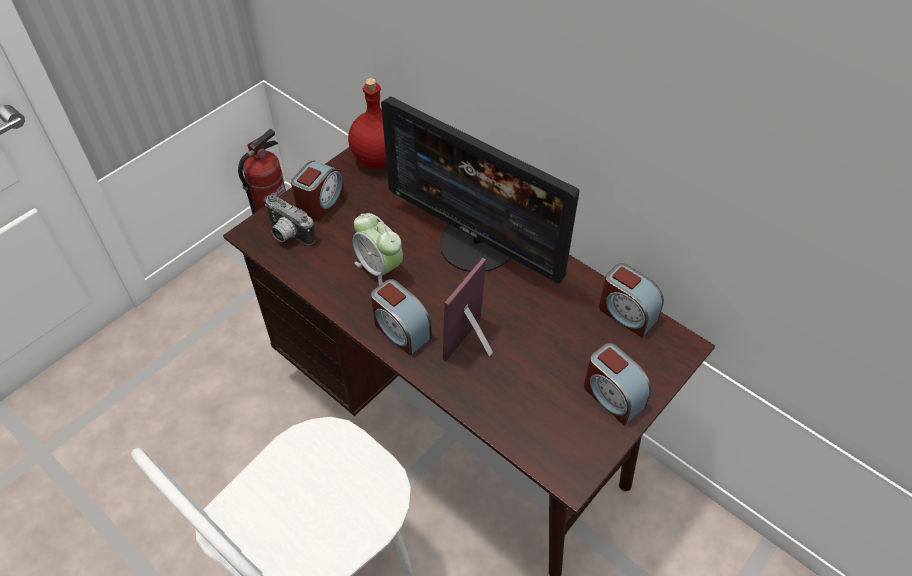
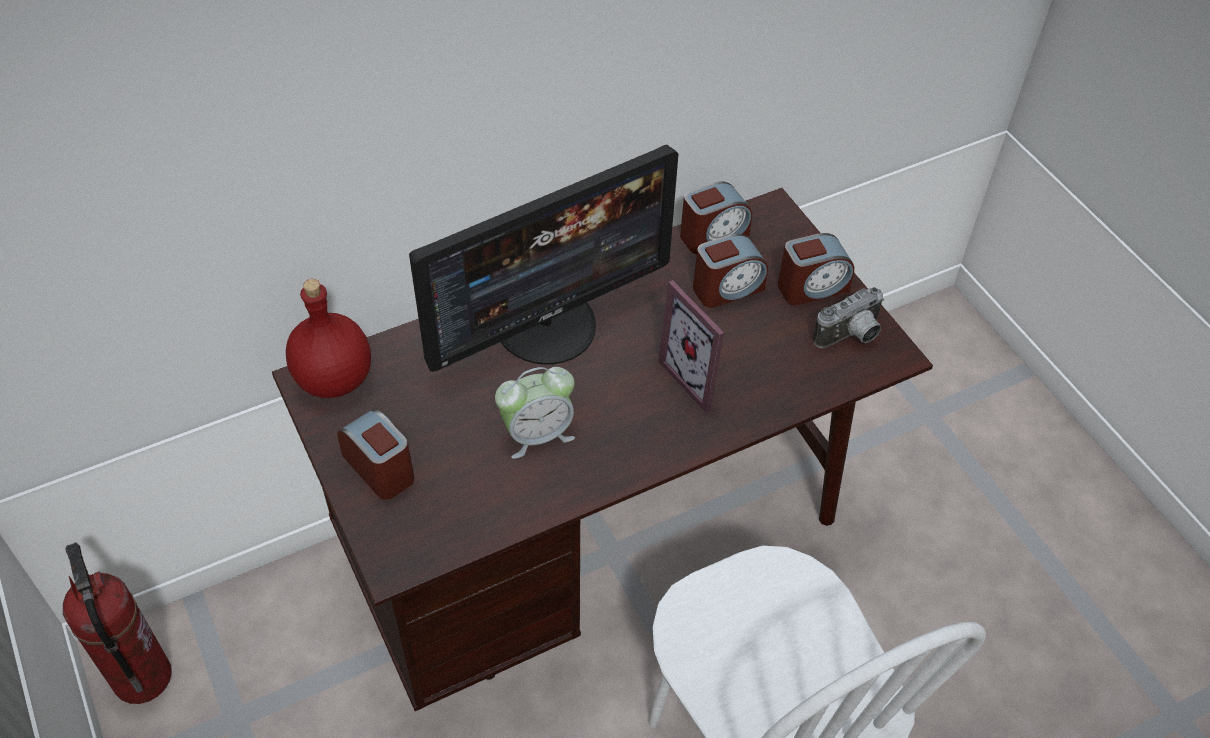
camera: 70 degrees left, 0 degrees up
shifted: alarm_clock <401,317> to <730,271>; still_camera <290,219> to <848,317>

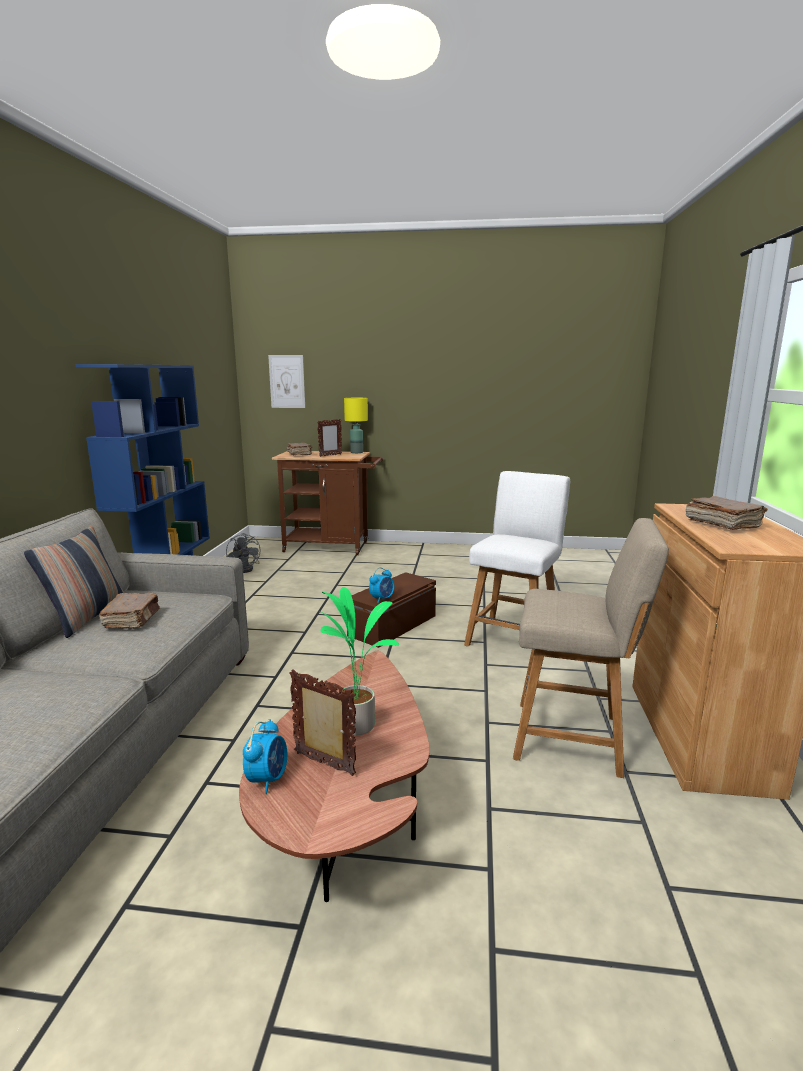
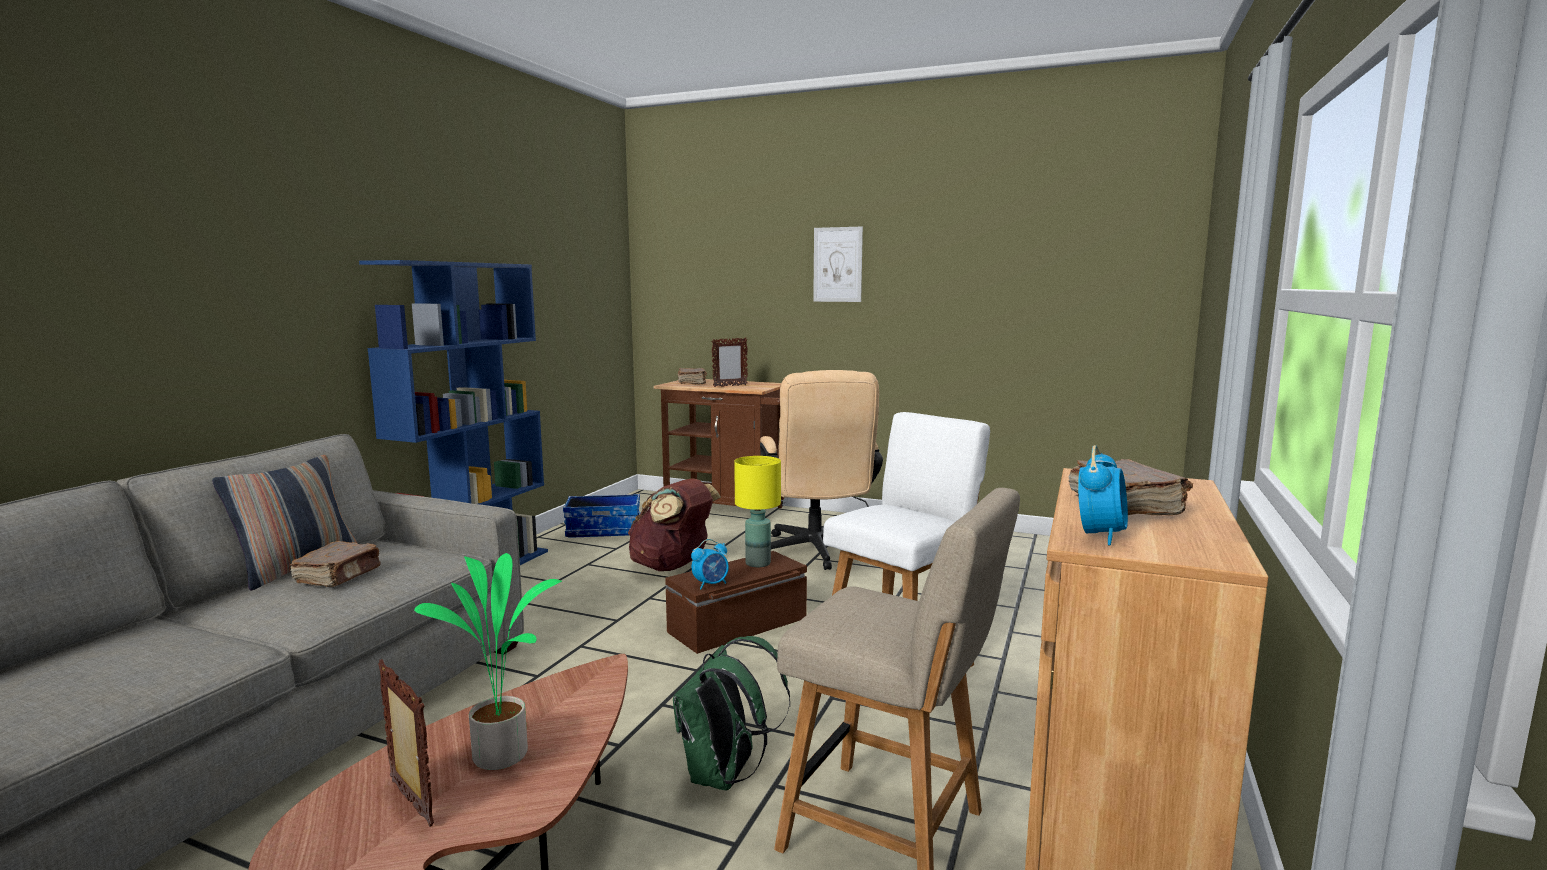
camera: 15 degrees right, 5 degrees down
new: brownish_knapsack <674,524>; green_knapsack <731,713>; sand-coloured_desk_chair <821,470>
shifted: yellow_tabletop_lamp <356,425> to <757,511>; wall_art <286,381> to <838,264>; alarm_clock <265,756> to <1103,495>
swapped: greyish_fan <243,553> to storage_container <602,516>

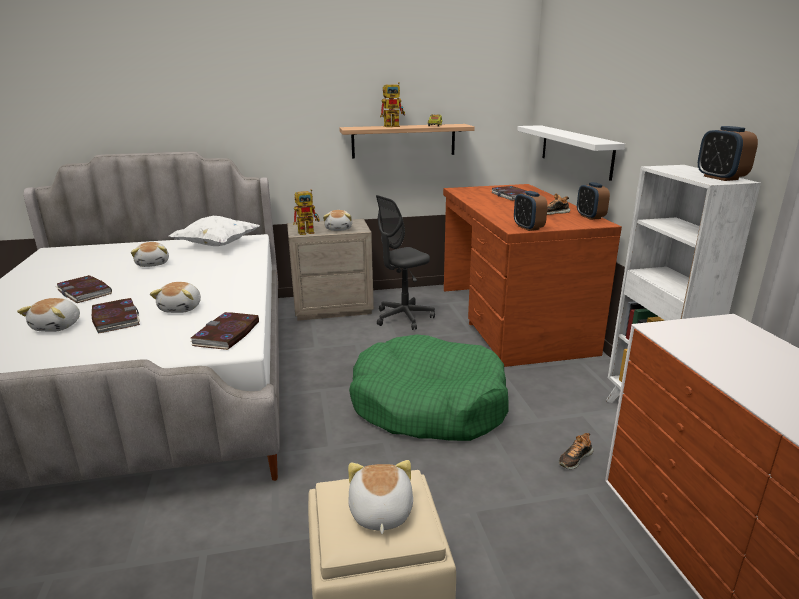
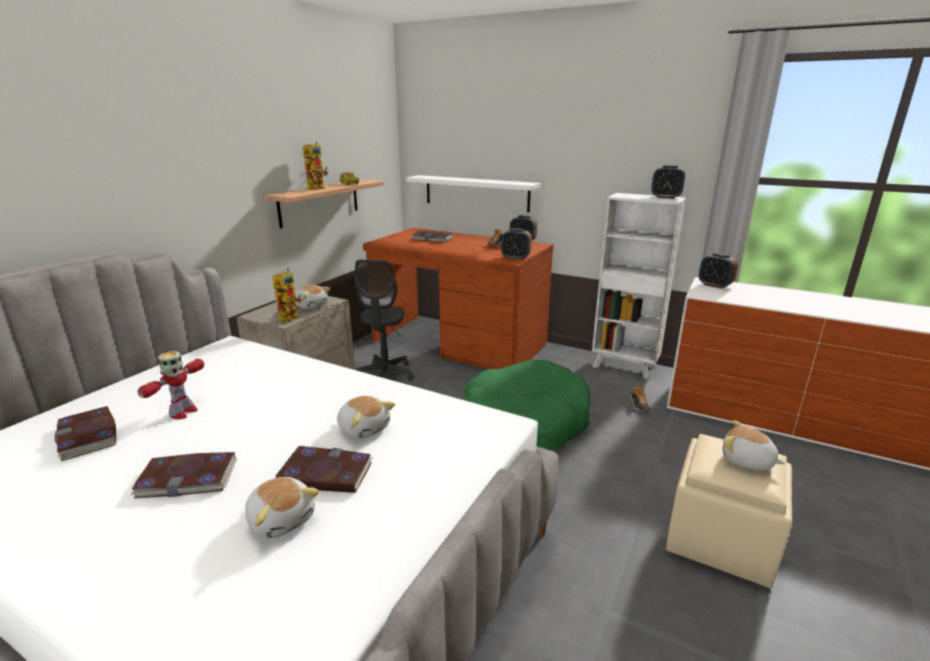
camera: 50 degrees left, 0 degrees up
gone: whitish_cushion <214,231>
new: alarm_clock <718,271>
shifted: bound_book <225,331> to <85,433>
swapped: soft_toy <150,254> to model_robot <171,385>

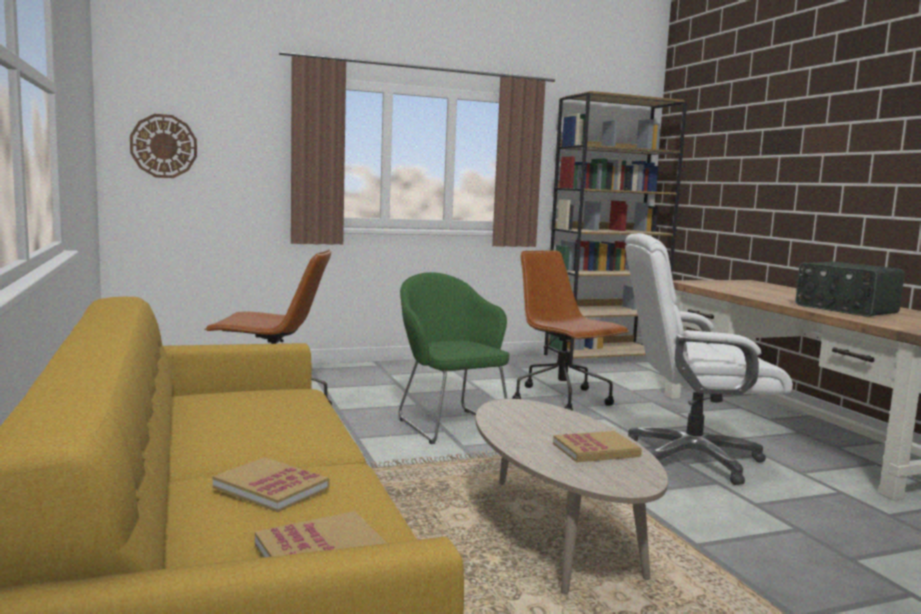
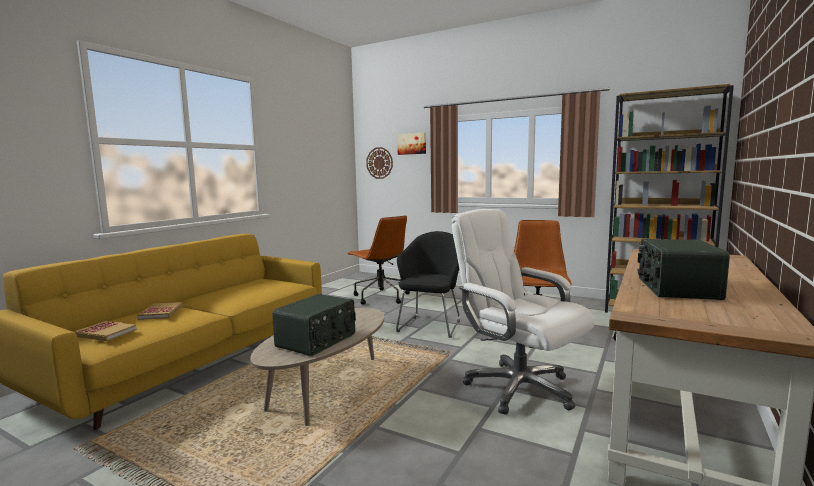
camera: 50 degrees right, 0 degrees up
new: wall_art <411,144>
swapped: bound_book <597,446> to radio_set <314,325>
repainted: green_armchair <454,358> to blackish_armchair <428,284>

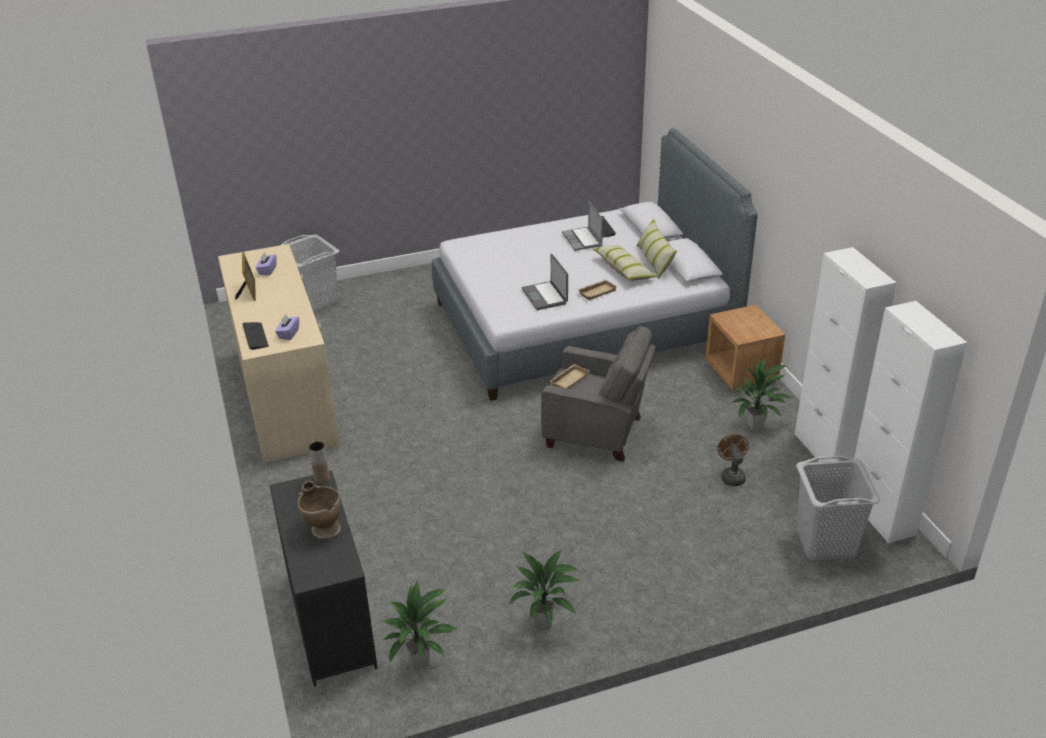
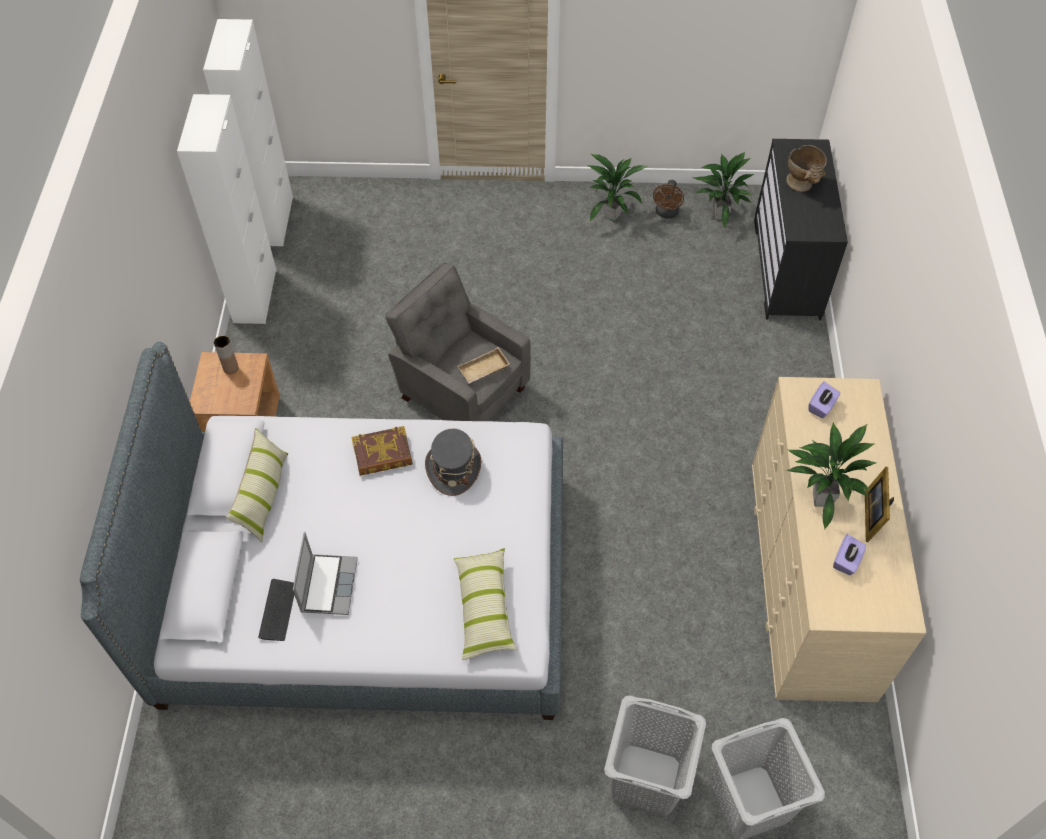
camera: 160 degrees left, 20 degrees up
gone: keyboard <255,336>
shifted: brownish_vase <319,462> to <226,355>; cushion <624,263> to <485,604>; greyish_hamper <838,508> to <655,755>; brownish_fan <733,460> to <668,199>; plant_in_a_pot <762,394> to <831,475>
swapped: sand-coloured_serving_tray <597,290> to bound_book <382,451>; portable_computer <545,282> to greyish_hat <453,462>

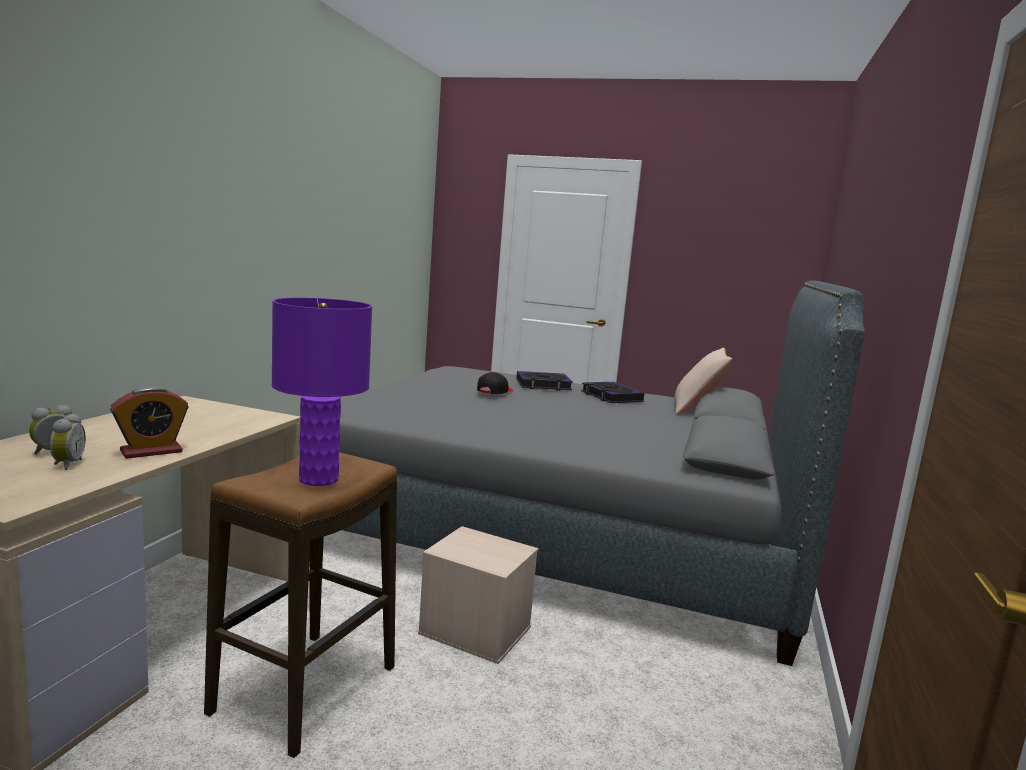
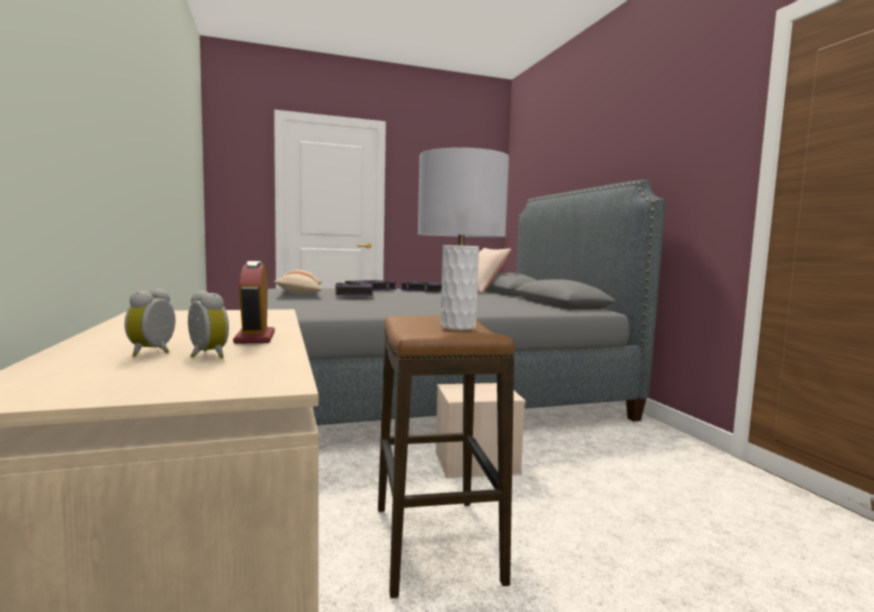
camera: 35 degrees left, 5 degrees down
new: sand-coloured_cushion <298,282>
swapped: blackish_cap <495,383> to bound_book <354,289>
repainted: purplish_tabletop_lamp <322,392> to greyish_tabletop_lamp <463,239>
rotated: alarm_clock <149,422> = <254,302> 150 degrees clockwise

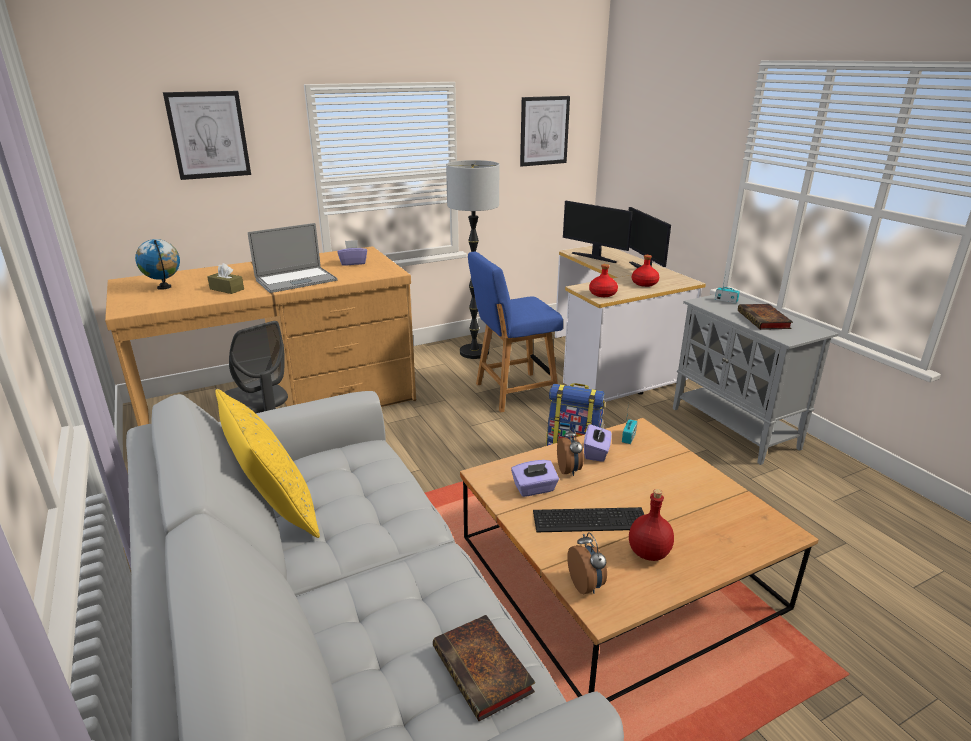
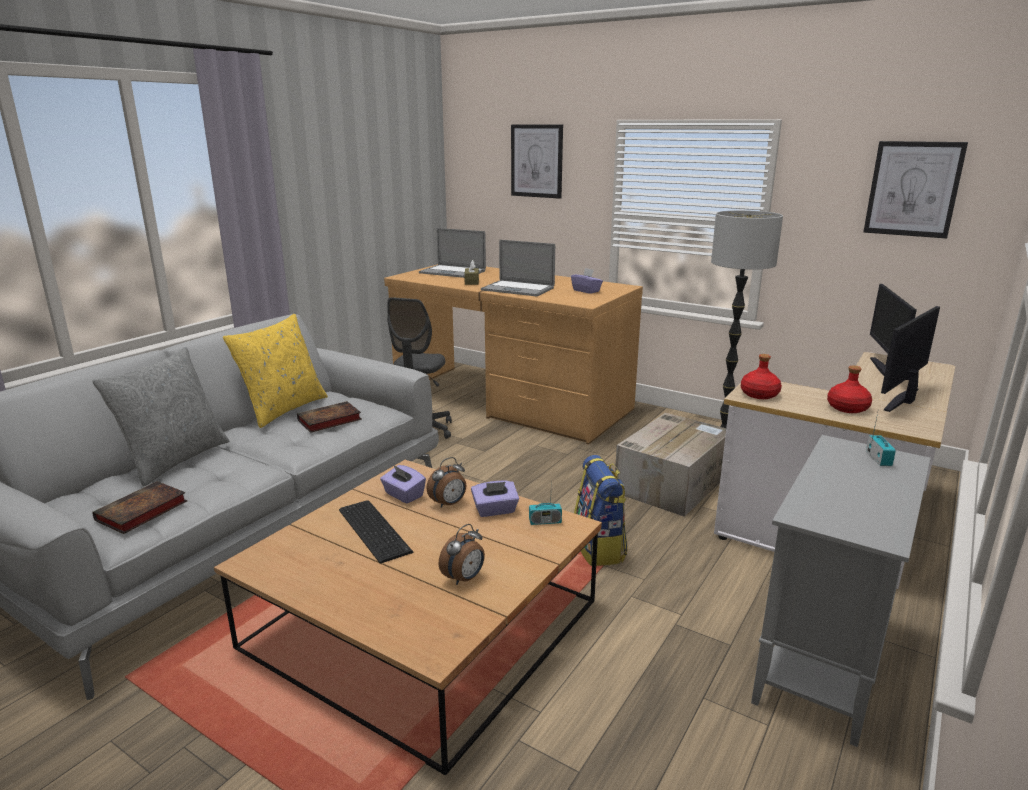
camera: 60 degrees right, 5 degrees down
gone: red_drink_bottle <651,525>
new: greyish_cushion <161,417>
shifted: bound_book <765,317> to <329,417>; alarm_clock <587,563> to <462,554>
swapped: globe <157,264> to portable_computer <452,253>; bluish_plain_chair <515,332> to packing_box <670,464>

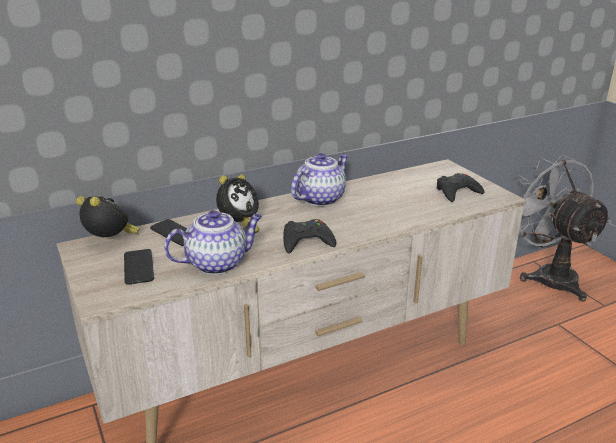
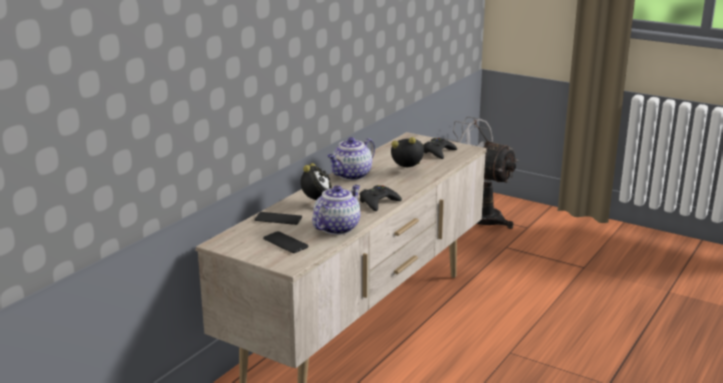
camera: 30 degrees left, 5 degrees down
shifted: alarm_clock <108,216> to <407,152>
rotated: teapot <320,179> = <351,158> 150 degrees counterclockwise

